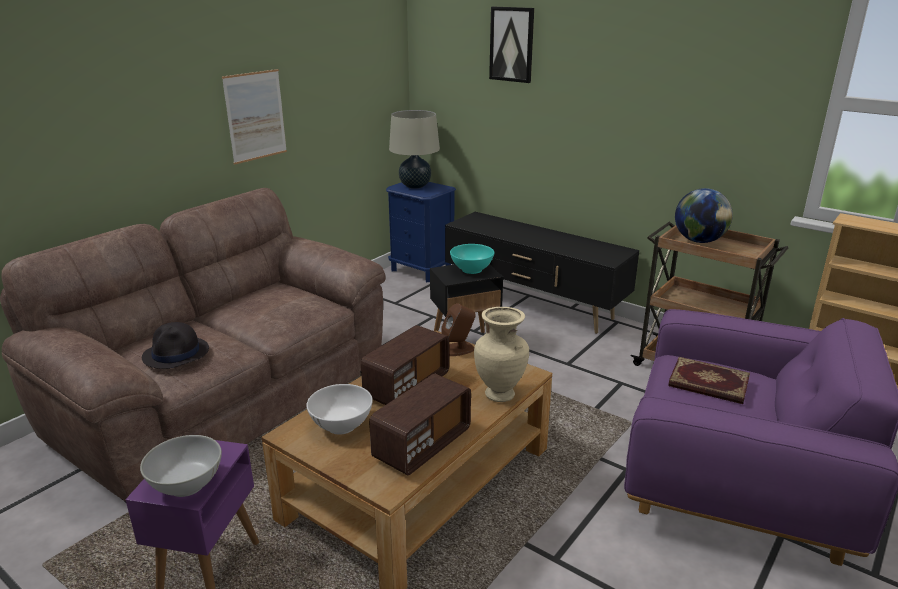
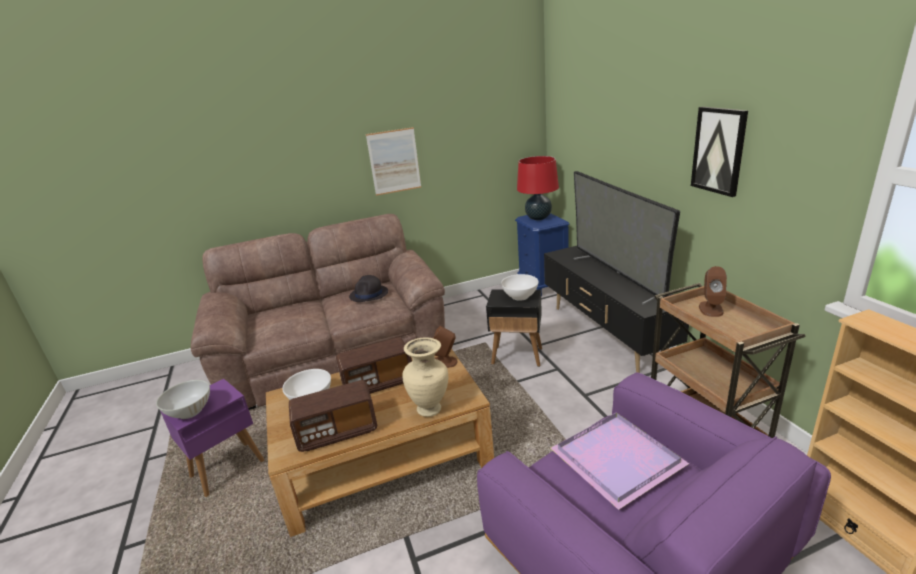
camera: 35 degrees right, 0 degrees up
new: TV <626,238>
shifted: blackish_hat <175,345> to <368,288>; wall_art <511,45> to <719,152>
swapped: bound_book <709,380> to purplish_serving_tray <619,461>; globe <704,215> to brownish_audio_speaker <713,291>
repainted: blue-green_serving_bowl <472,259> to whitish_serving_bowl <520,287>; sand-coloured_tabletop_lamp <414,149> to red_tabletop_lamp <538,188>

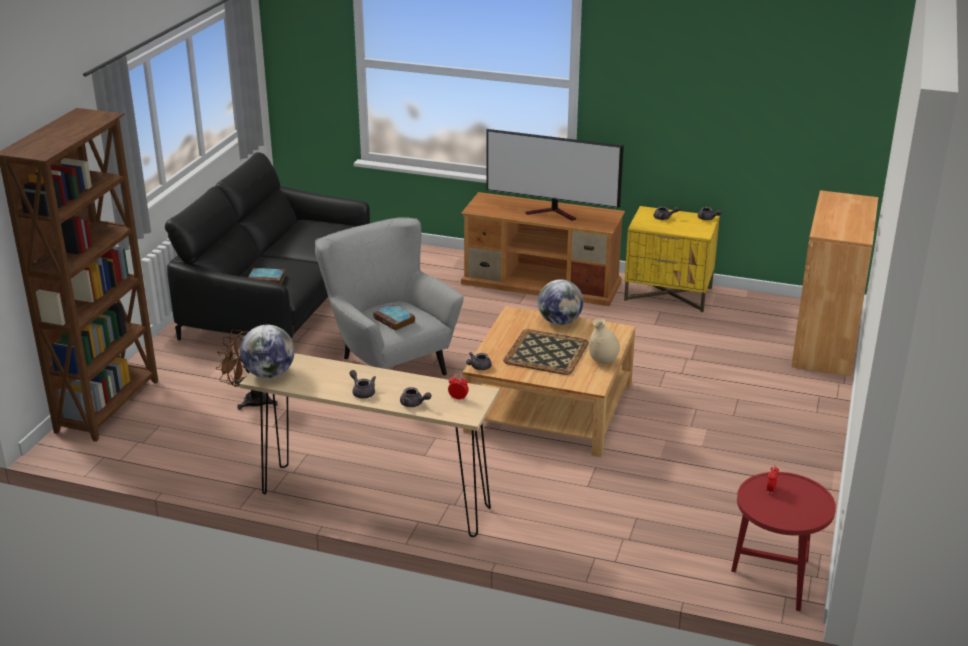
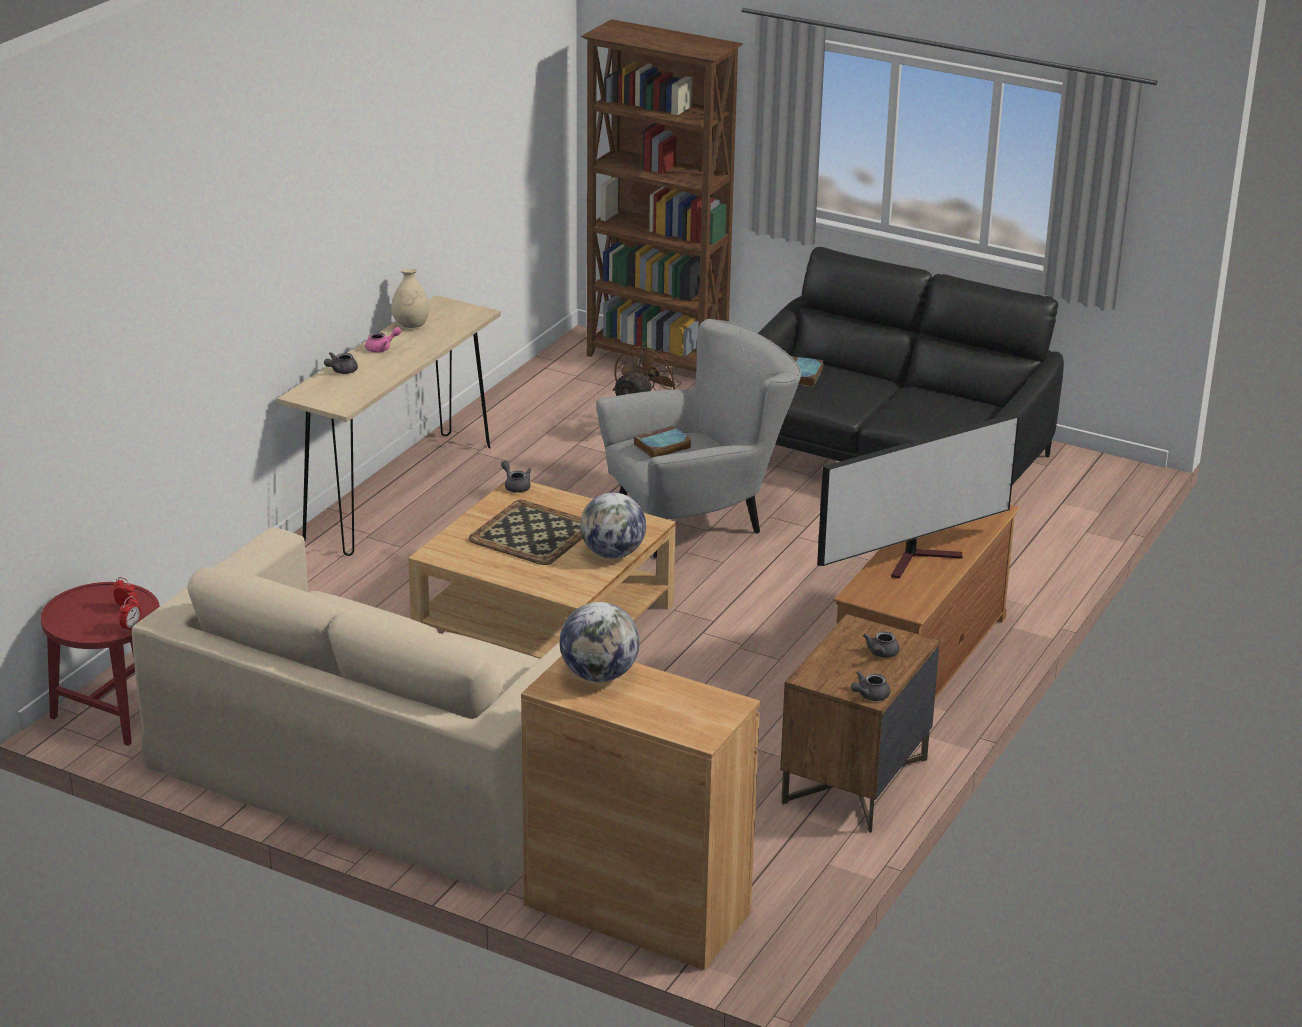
camera: 100 degrees right, 0 degrees up
new: sand-coloured_sofa <347,710>
shifted: alarm_clock <458,387> to <130,614>; sand-coloured_vase <604,341> to <410,298>; globe <267,351> to <600,642>
repainted: greyish_teapot <363,384> to pink-coloured_teapot <383,340>; yellow_bedside_table <672,259> to brownish_bedside_table <860,723>
rotated: TV <555,175> = <918,495> 150 degrees counterclockwise

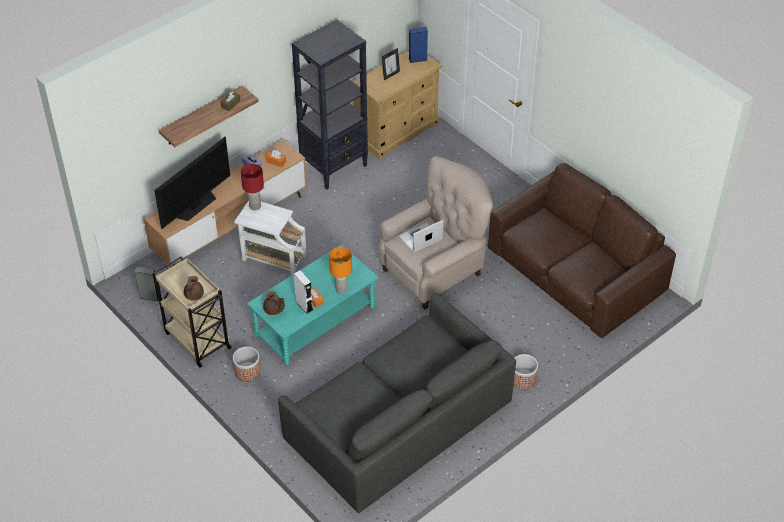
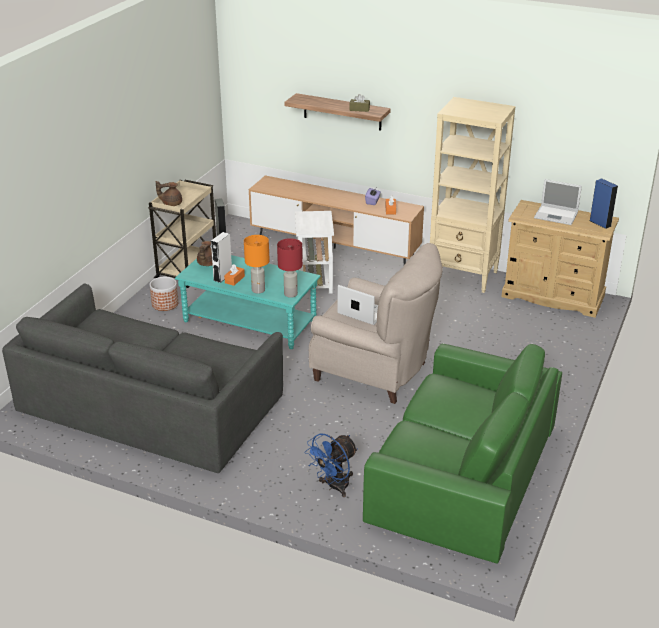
camera: 65 degrees right, 15 degrees down
gone: TV <192,183>; planter <525,372>
new: bluish_fan <331,465>
shifted: red_tabletop_lamp <252,187> to <290,268>
swapped: photo_frame <391,64> to portable_computer <558,202>
repainted: brownish_sofa <582,250> to green_sofa <462,454>; blackish_shelving_unit <330,105> to sand-coloured_shelving_unit <473,195>

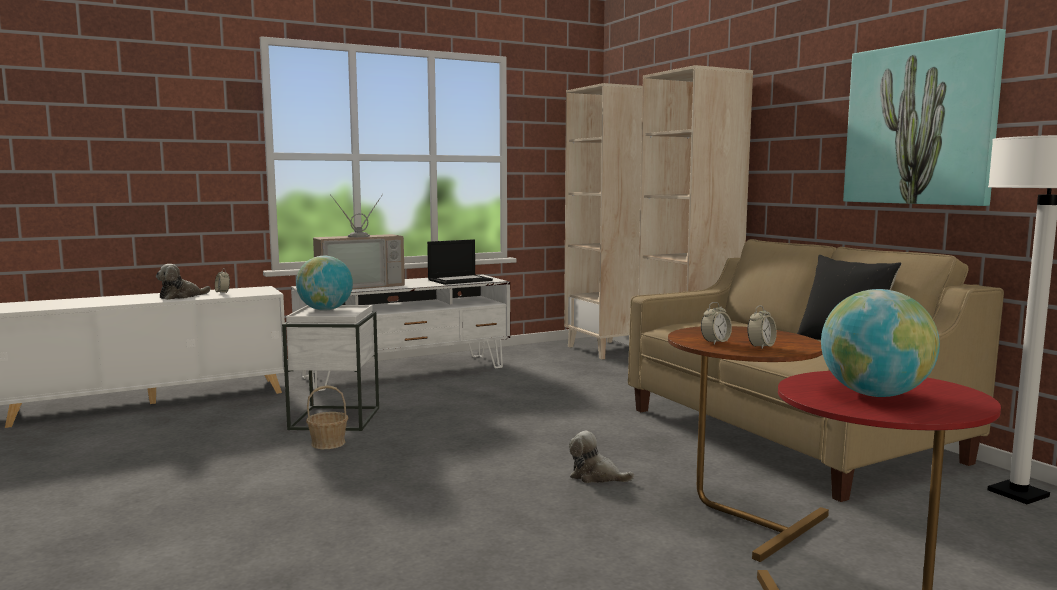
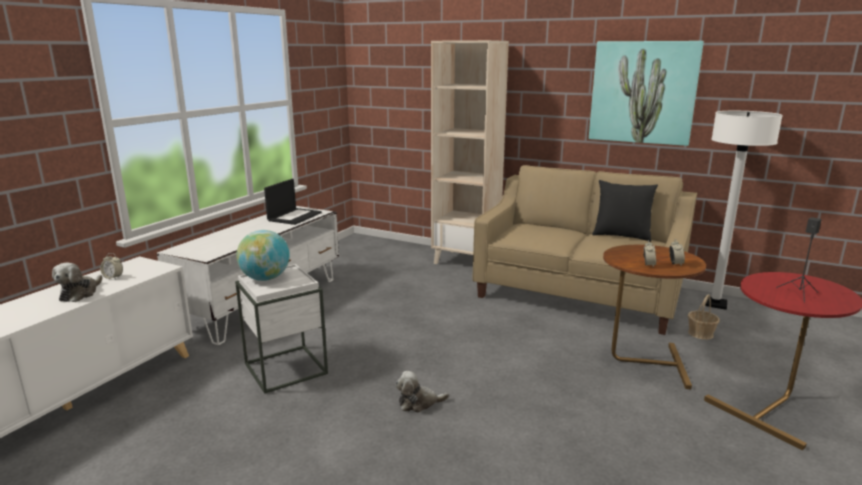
camera: 35 degrees left, 10 degrees up
gone: TV <359,242>; sand-coloured_shelving_unit <603,221>
shifted: soft_toy <601,457> to <422,392>; basket <327,417> to <704,317>
swapped: globe <880,343> to blackish_audio_speaker <799,259>

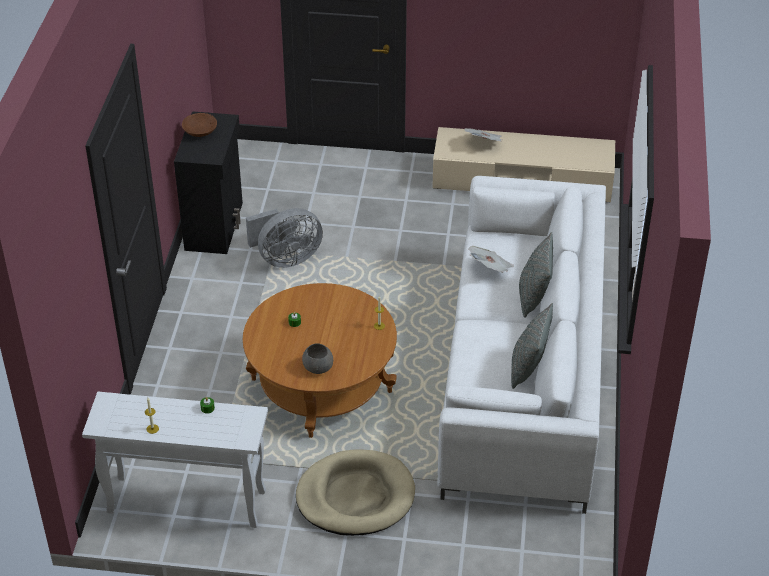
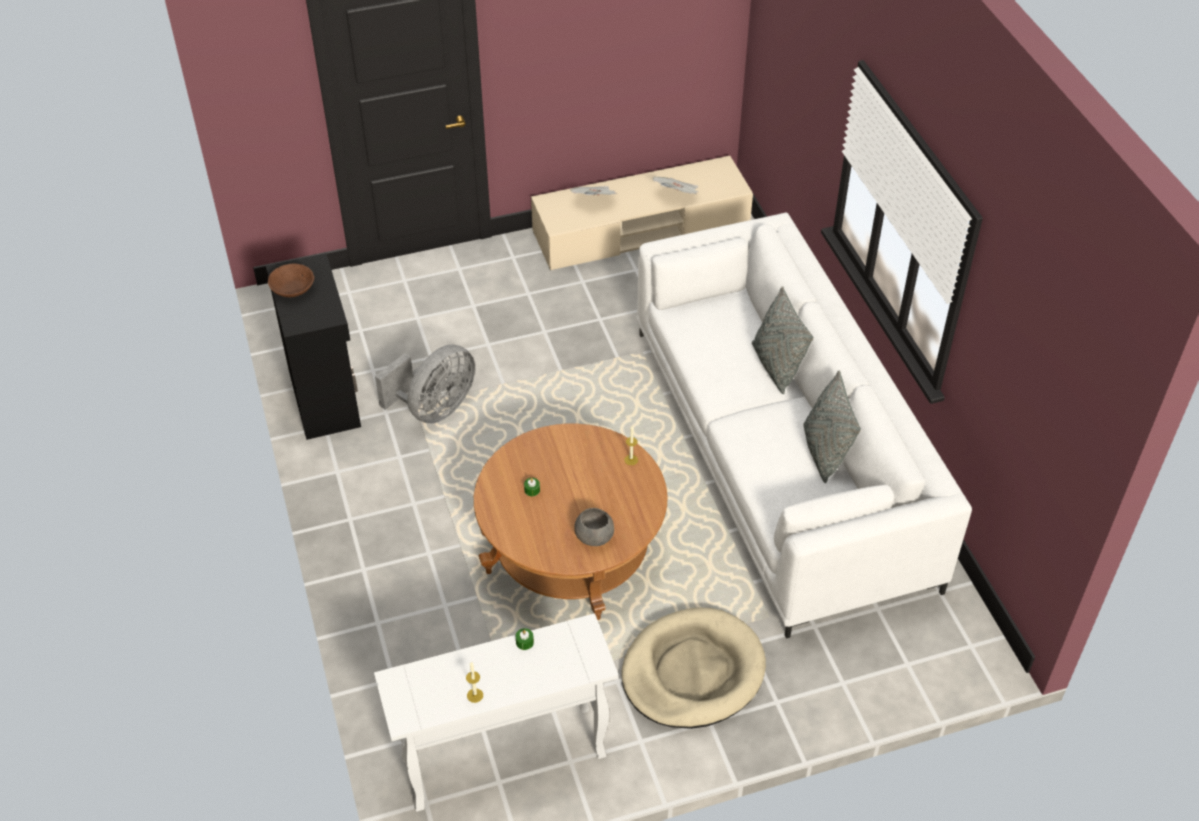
camera: 25 degrees left, 5 degrees up
shifted: daily_paper <491,259> to <675,185>

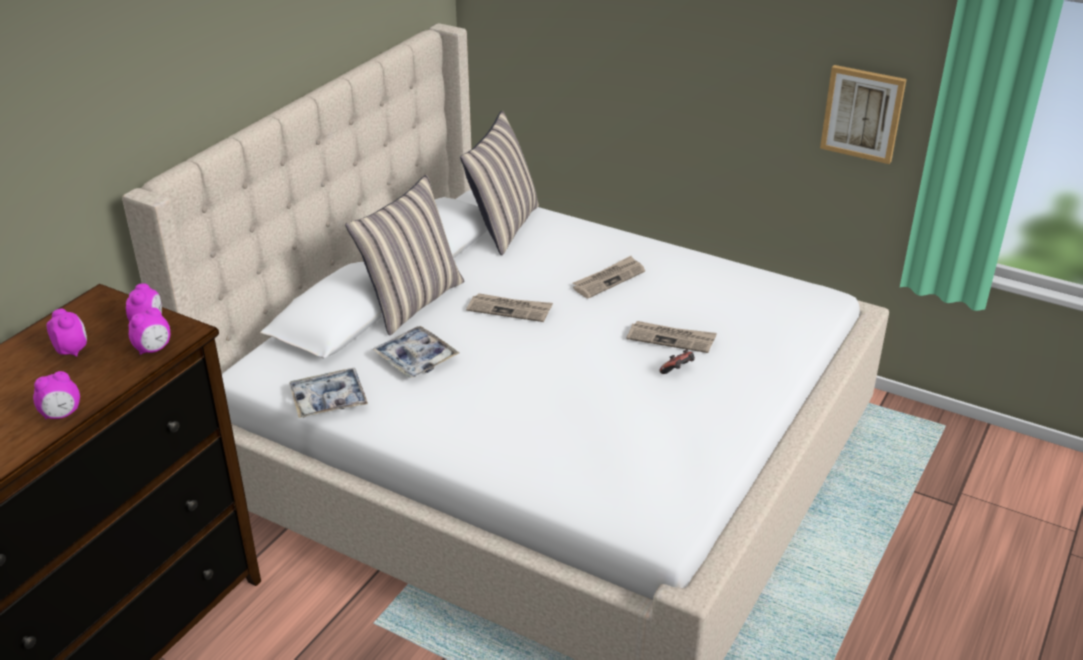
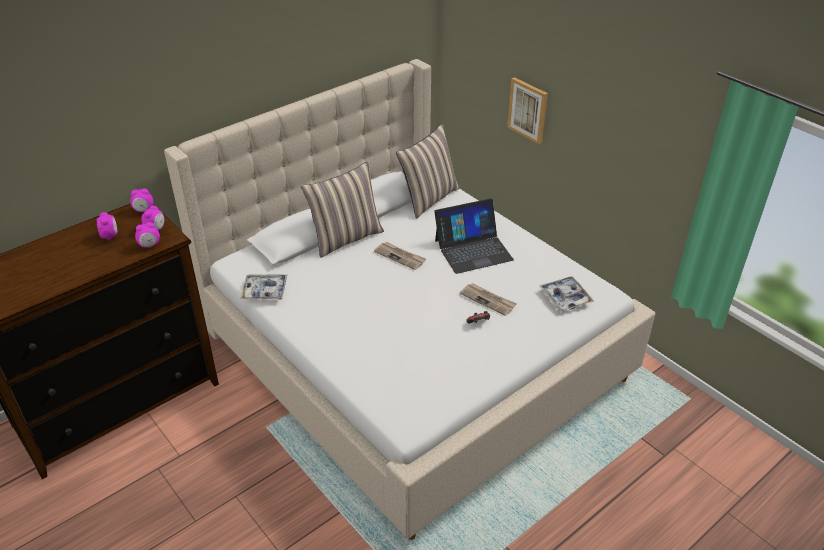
camera: 20 degrees right, 5 degrees up
shifted: alarm_clock <56,395> to <142,200>; wall_art <863,114> to <527,110>; serving_tray <415,352> to <566,293>
swapped: daily_paper <609,277> to portable_computer <474,236>

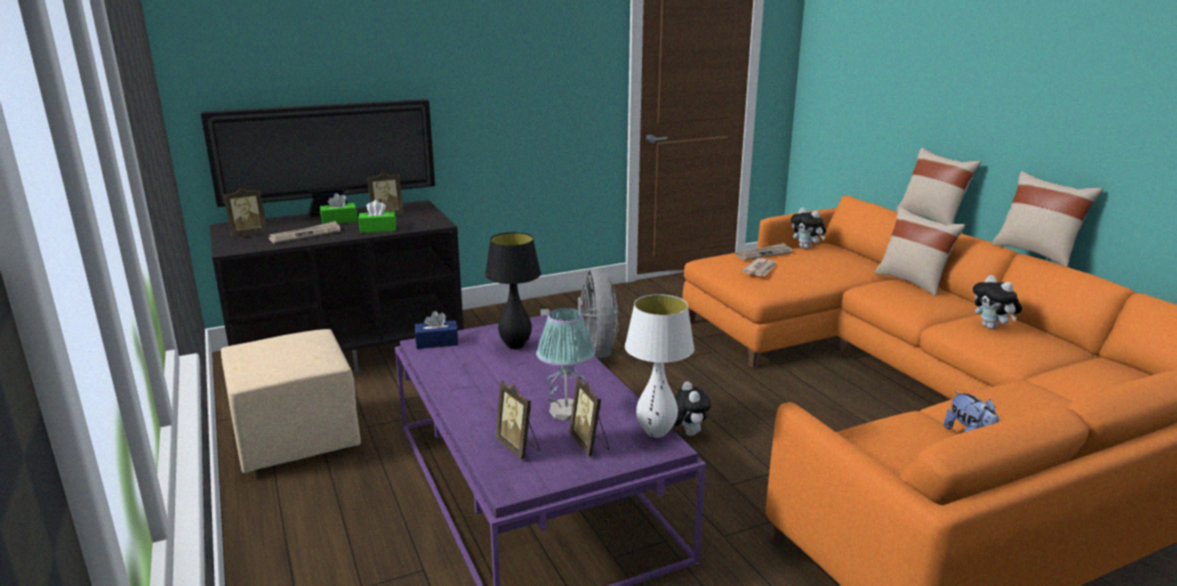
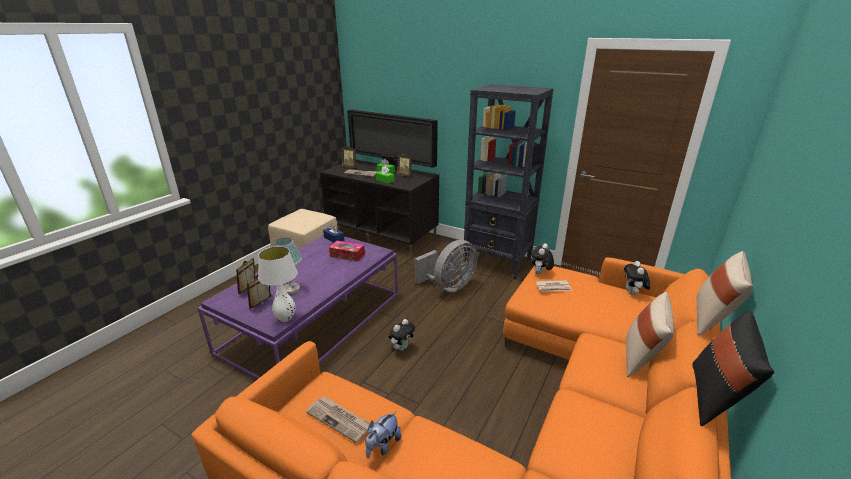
camera: 55 degrees right, 5 degrees up
new: blackish_shelving_unit <509,182>
shifted: daily_paper <764,251> to <338,419>; soft_toy <997,302> to <542,258>
swapped: blackish_tabletop_lamp <513,290> to box_of_tissues <347,251>
repainted: sand-coloured_cushion <1047,219> to blackish_cushion <733,368>

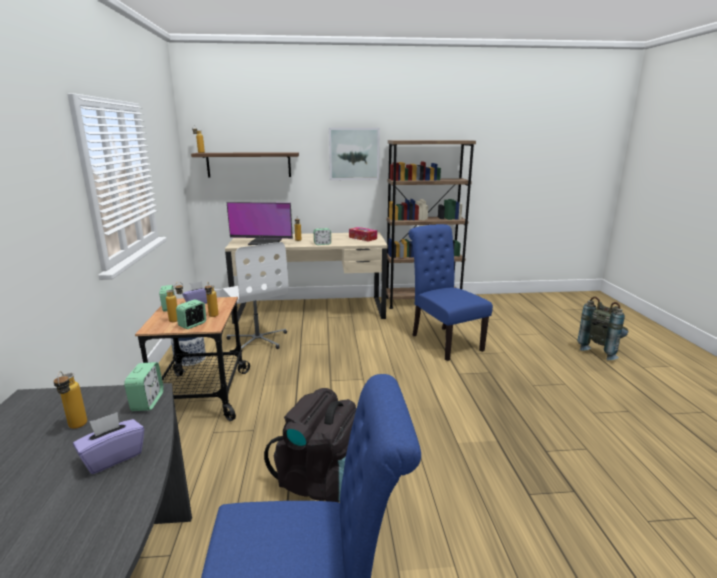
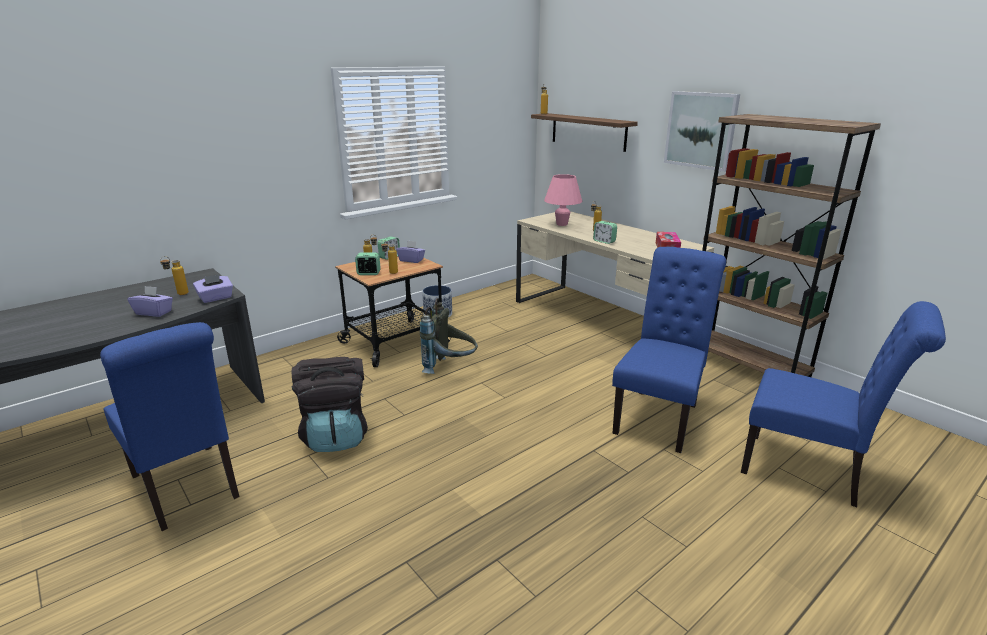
camera: 55 degrees right, 5 degrees up
gone: whitish_desk_chair <255,297>
new: bluish_plain_chair <843,404>
shifted: greyish_knapsack <602,328> to <449,336>
swapped: alarm_clock <144,386> to purplish_box_of_tissues <213,288>; monitor <259,223> to pink-coloured_tabletop_lamp <563,200>

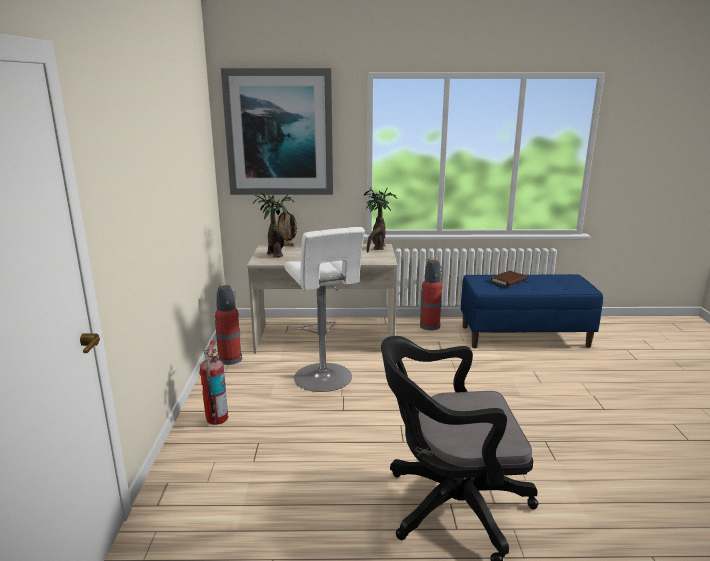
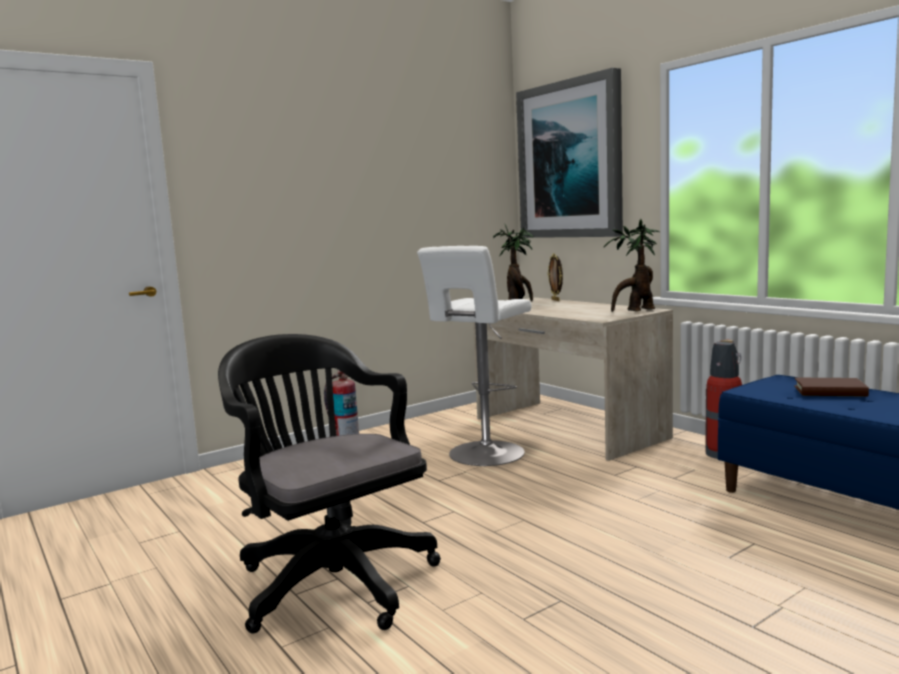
camera: 55 degrees right, 10 degrees down
gone: fire-fighting_cylinder <229,324>

